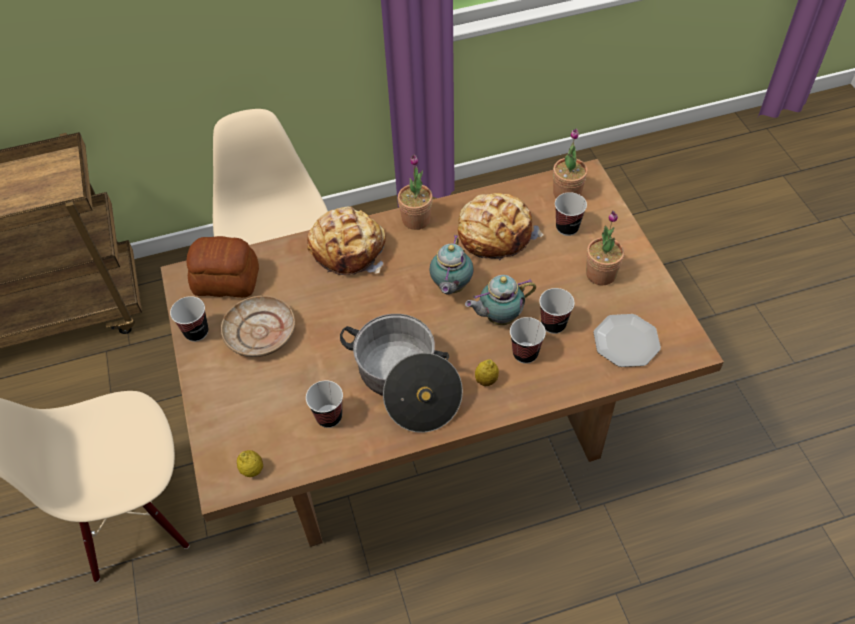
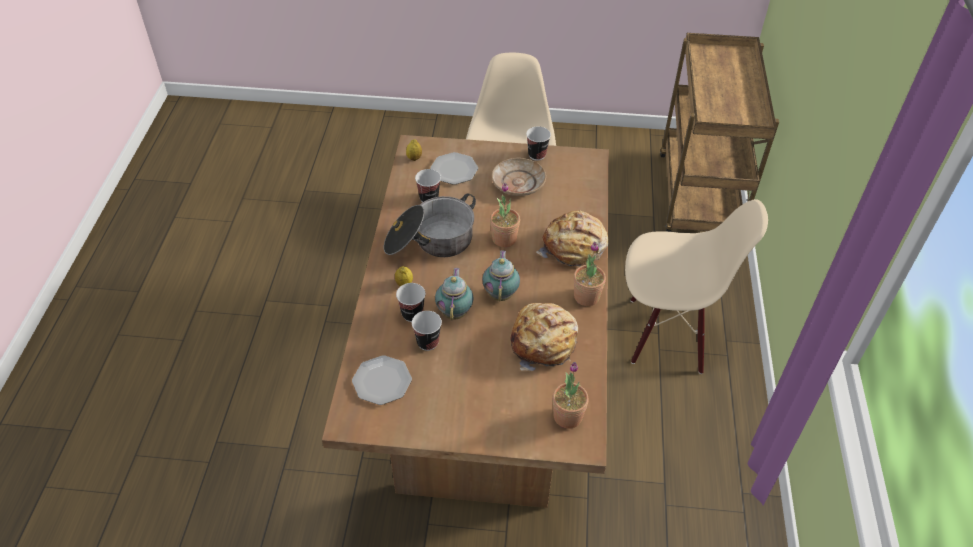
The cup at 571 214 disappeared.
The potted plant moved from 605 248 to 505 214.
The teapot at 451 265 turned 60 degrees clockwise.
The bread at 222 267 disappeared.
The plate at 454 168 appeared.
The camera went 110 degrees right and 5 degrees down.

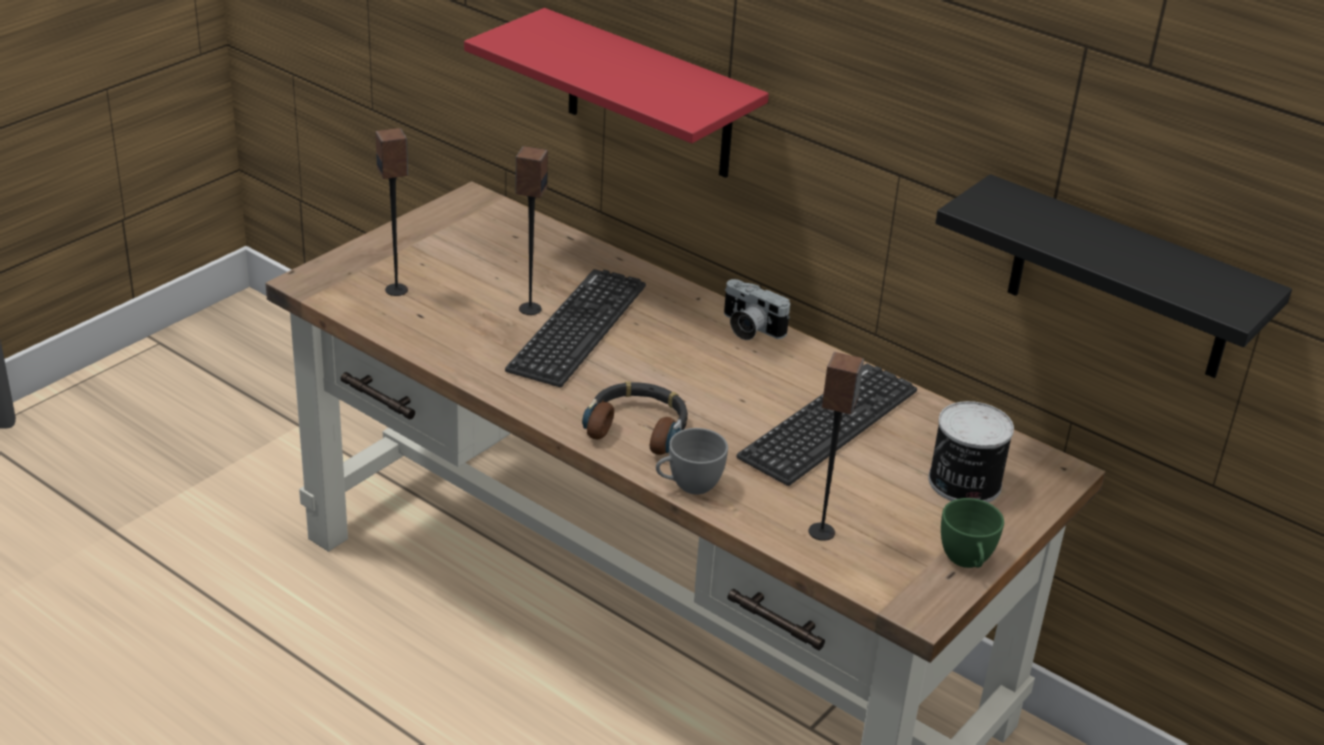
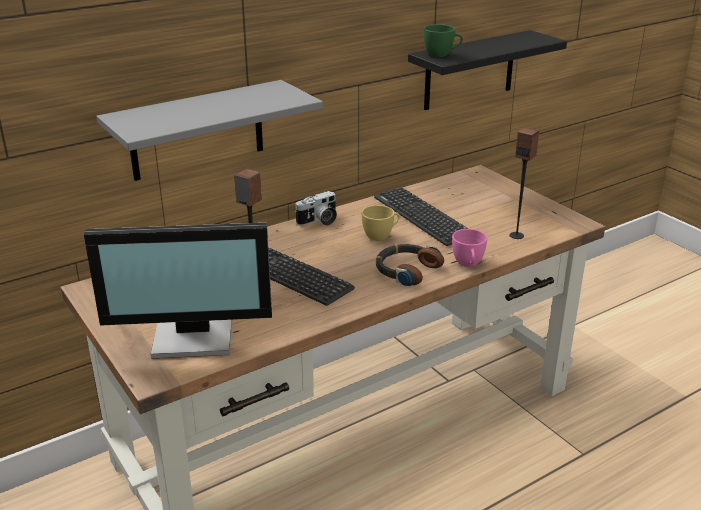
The shelf (red) at 616 93 became the shelf (grey) at 209 130.
The speaker at 391 212 was replaced by the monitor at 178 291.
The can at 971 452 disappeared.
The cup (grey) at 692 461 became the cup (pink) at 469 248.
The cup (green) moved from 972 533 to 443 40.
The cup (yellow) at 381 223 appeared.
The camera went 70 degrees left and 5 degrees down.

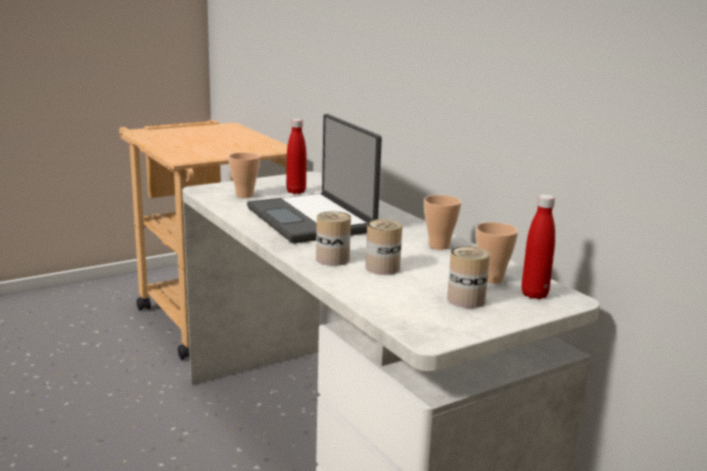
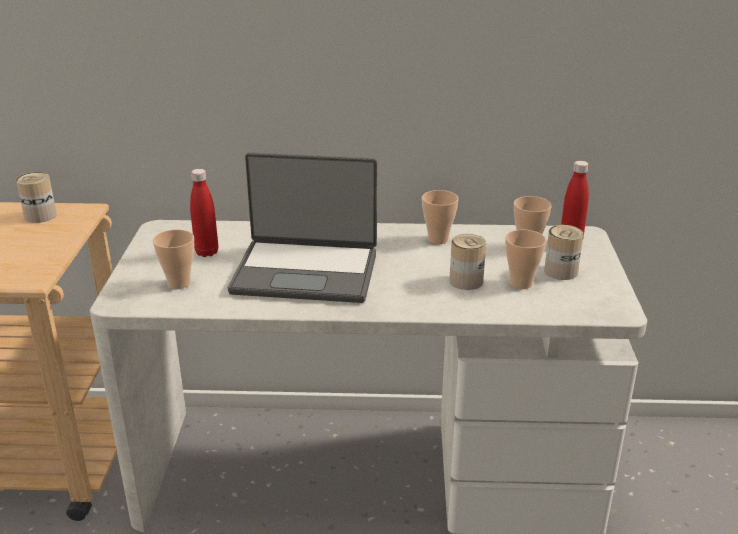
The can moved from 333 238 to 36 197.
The cup at 525 259 appeared.
The camera went 55 degrees left and 10 degrees up.

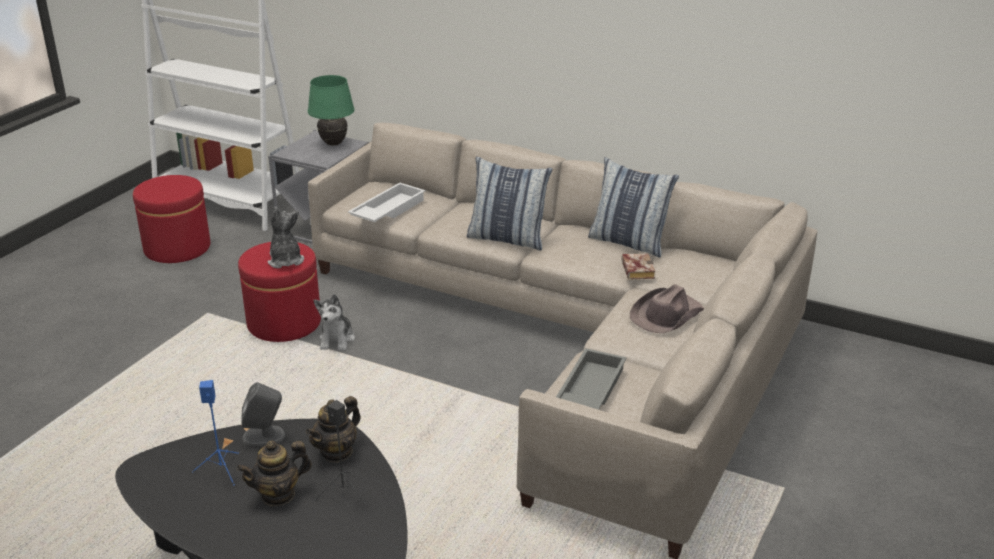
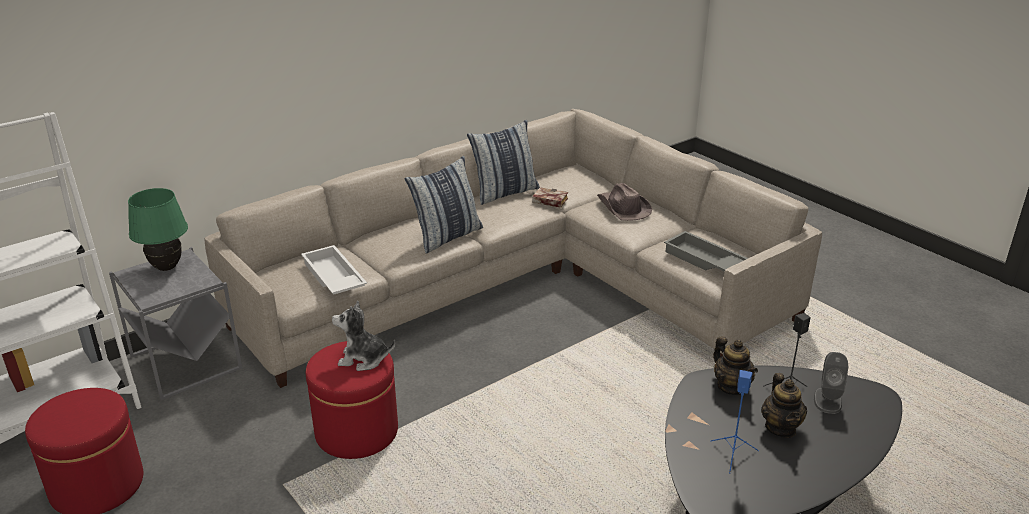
The plush toy at 334 322 disappeared.
The speaker (grey) moved from 263 414 to 831 383.
The camera went 65 degrees left and 0 degrees up.

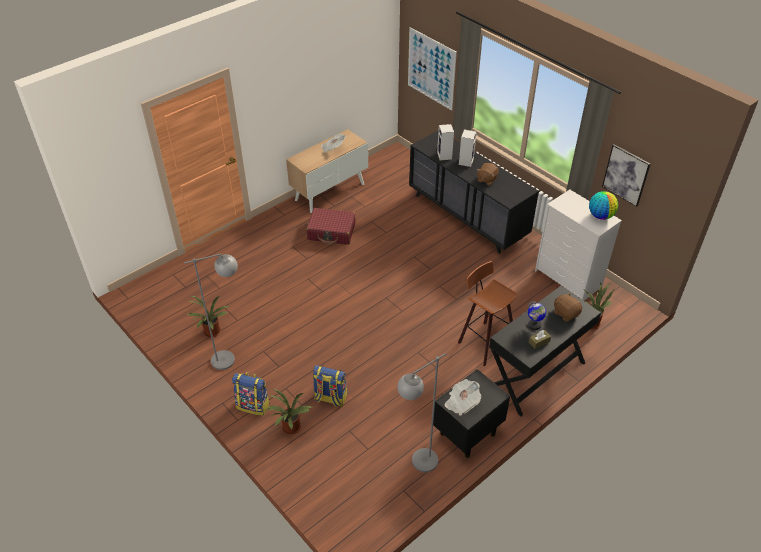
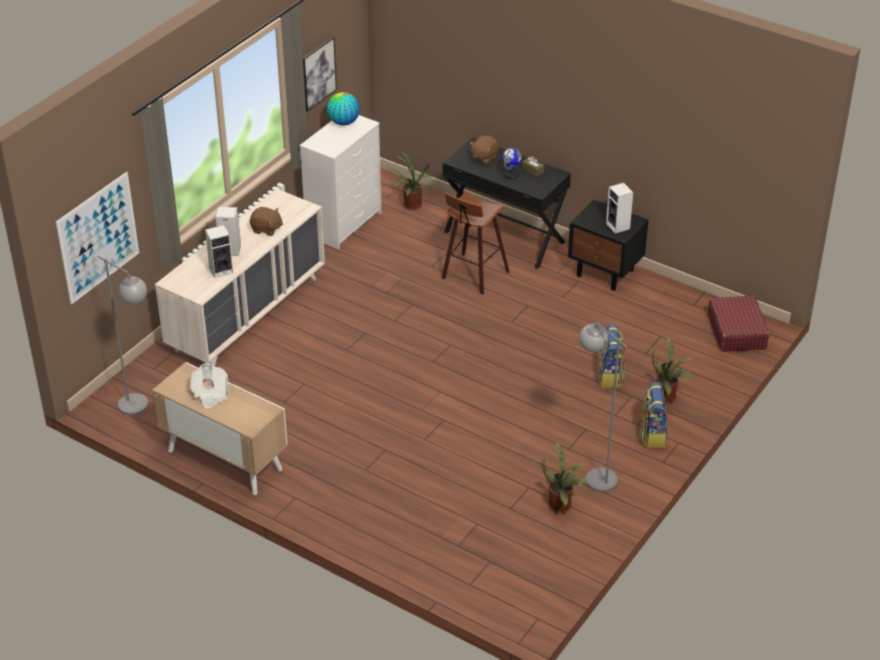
The dresser (black) at 474 192 became the dresser (beige) at 240 277.
The suitcase (red) moved from 330 226 to 739 323.
The floor lamp (grey) moved from 422 412 to 122 336.
The newspaper at 463 397 was replaced by the speaker at 619 208.
The camera went 105 degrees left and 5 degrees down.

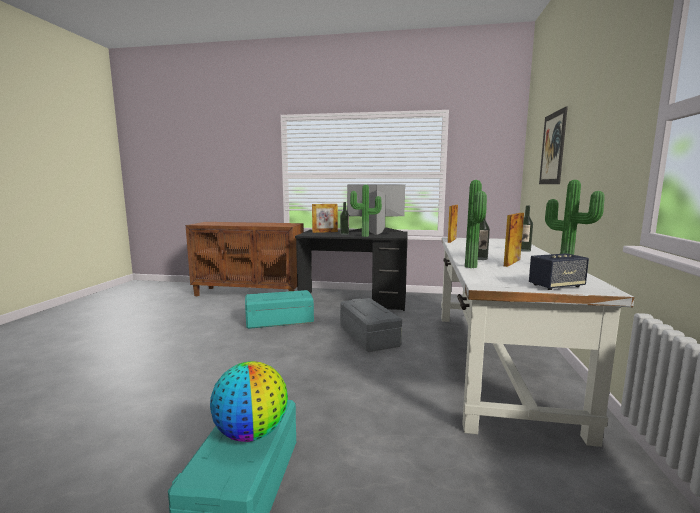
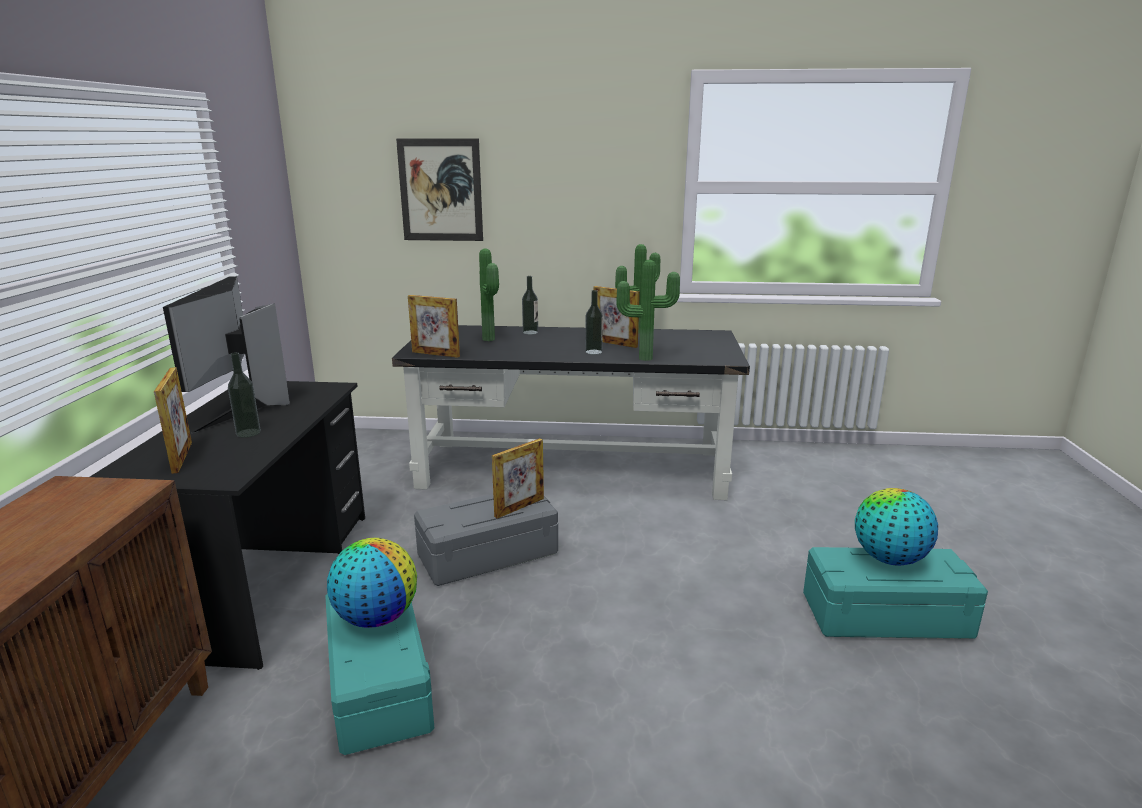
The potted plant moved from 366 211 to 489 294.
The desk (white) at 538 342 became the desk (black) at 571 412.
The speaker at 559 271 disappeared.
The picture frame at 518 478 appeared.
The globe at 372 583 appeared.
The camera went 95 degrees left and 10 degrees up.

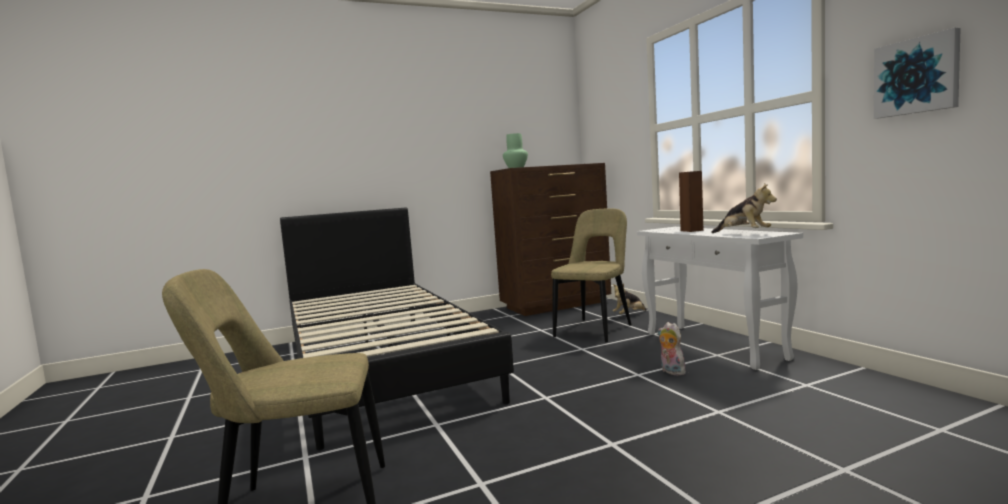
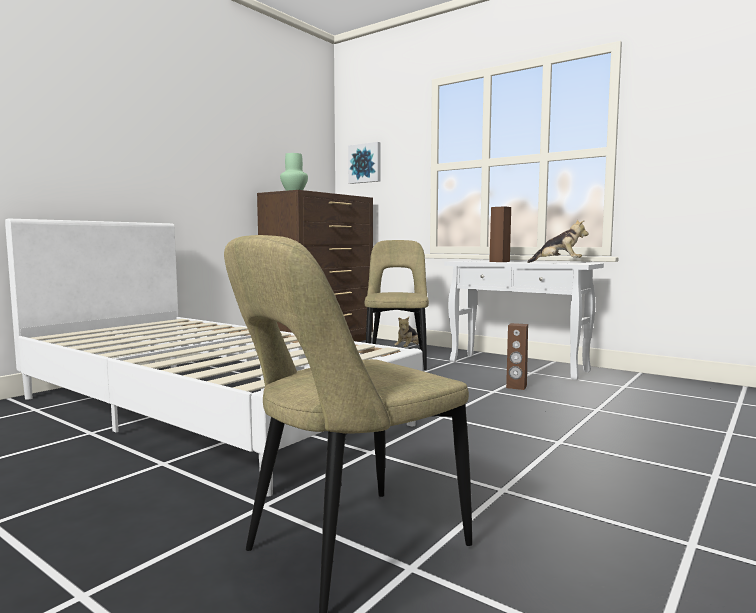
The picture moved from 917 73 to 364 163.
The bed (black) at 397 328 became the bed (white) at 214 357.
The plush toy at 672 348 was replaced by the speaker (brown) at 517 356.
The camera went 30 degrees left and 0 degrees up.

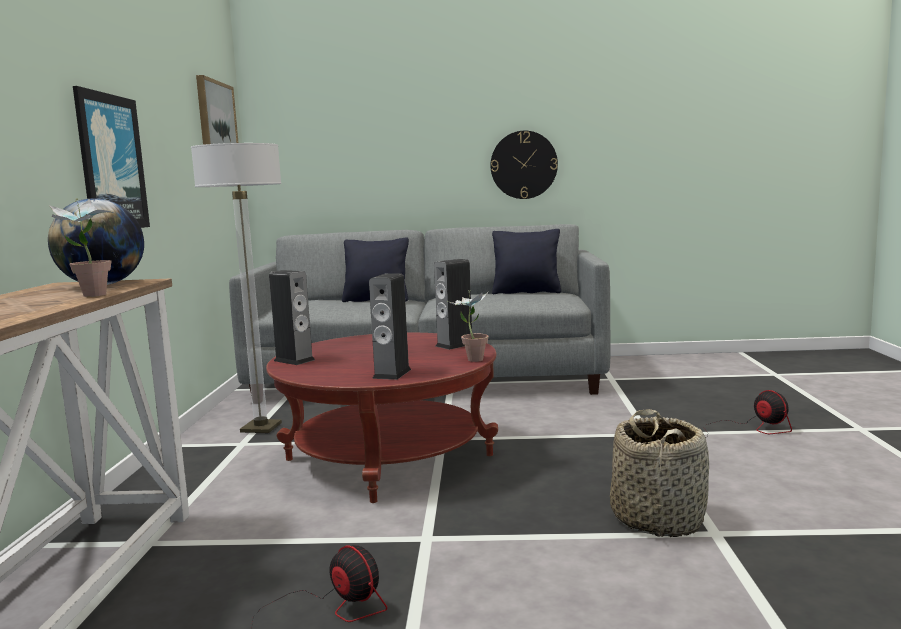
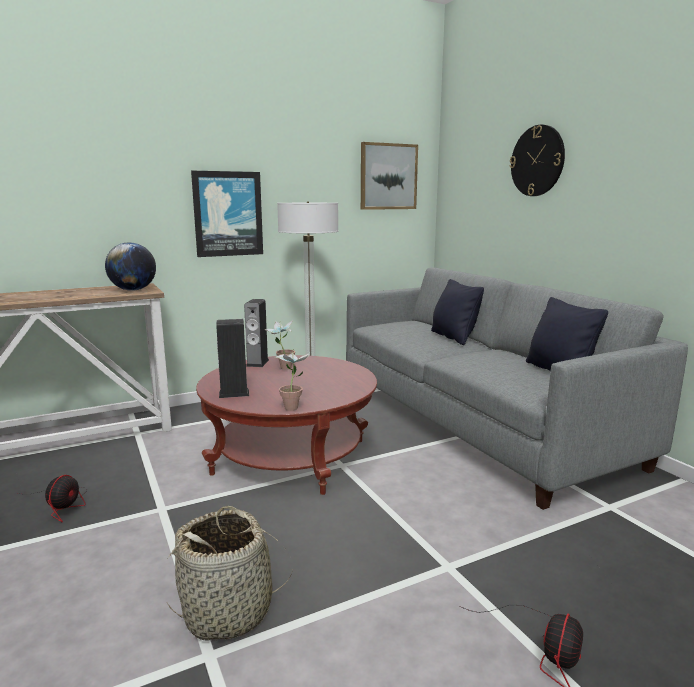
The wall clock moved from 524 165 to 537 160.
The potted plant moved from 81 247 to 279 345.
The speaker at 453 304 disappeared.
The camera went 60 degrees right and 5 degrees up.

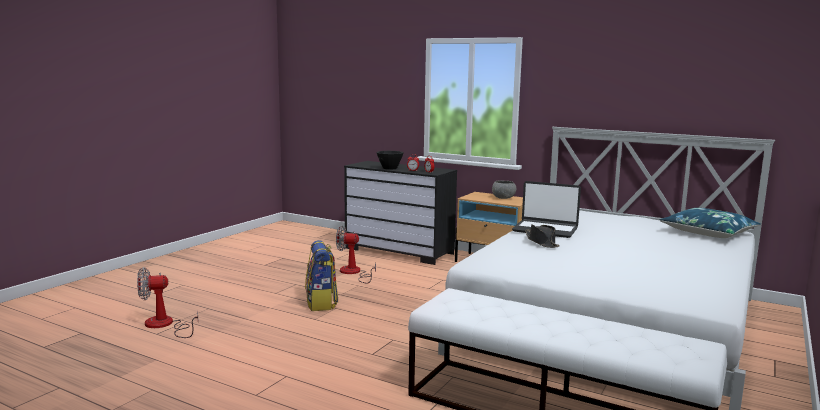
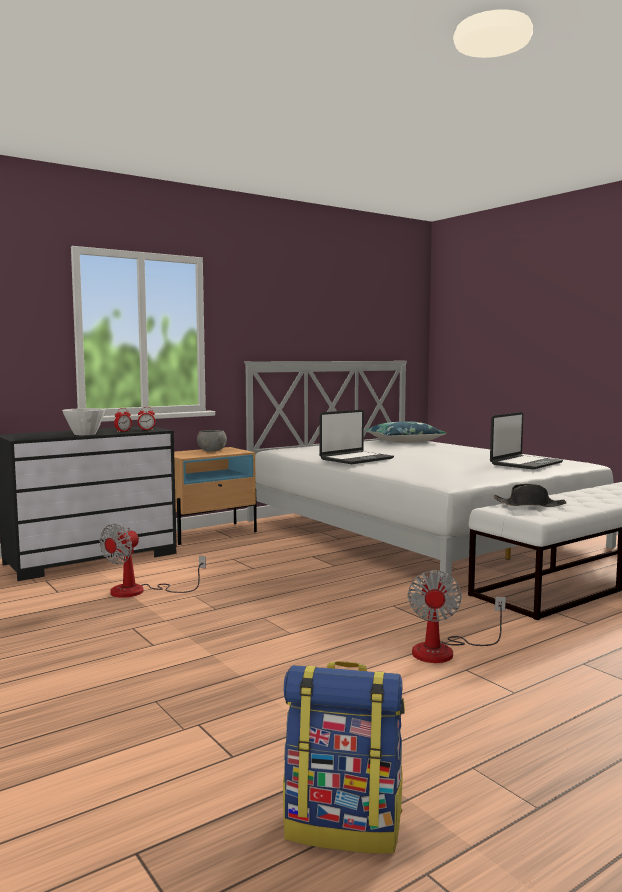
The bowl (black) at 390 160 became the bowl (white) at 84 421.
The hat (black) moved from 542 236 to 530 495.
The backpack moved from 321 275 to 344 757.
The fan moved from 167 302 to 457 616.
The laptop at 526 441 appeared.
The camera went 65 degrees left and 5 degrees down.

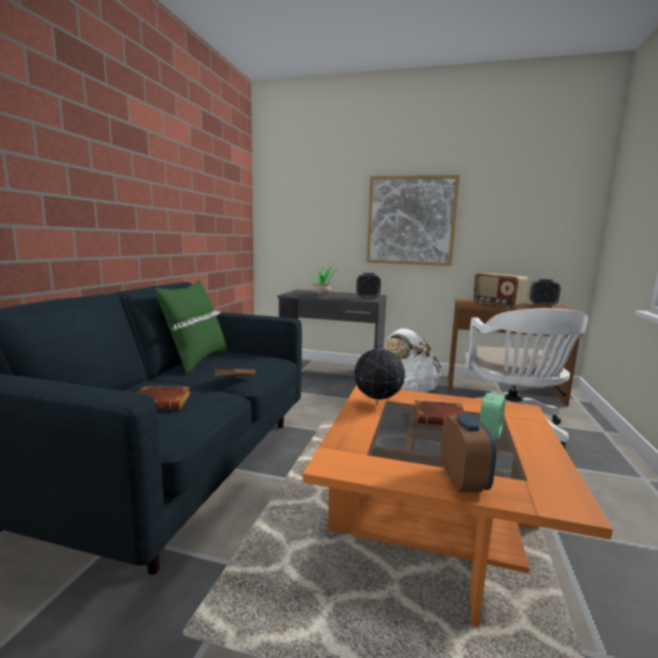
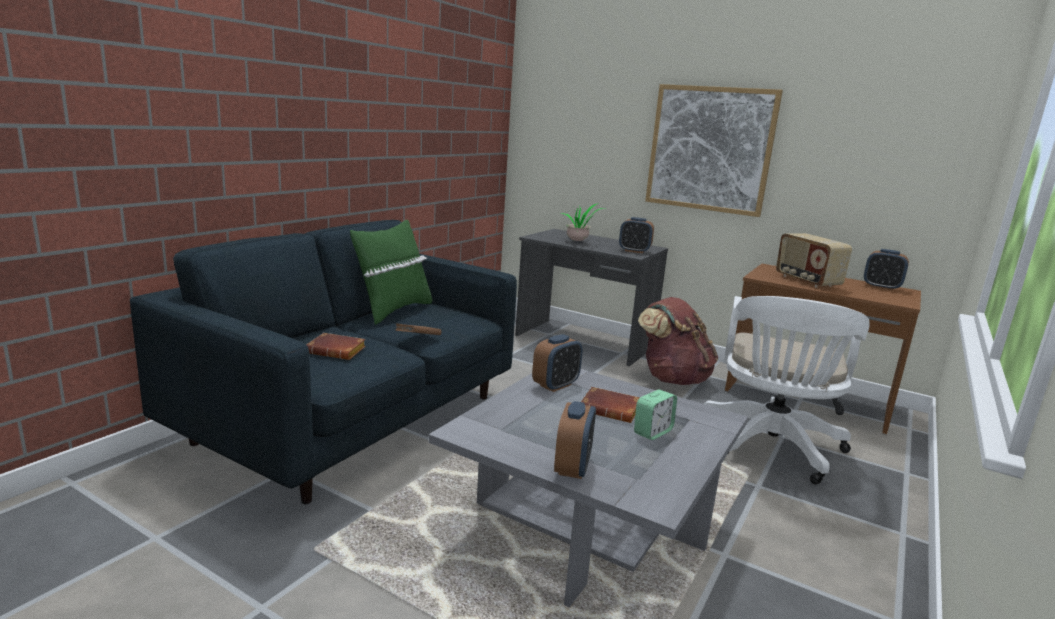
The backpack (white) at 413 360 became the backpack (brown) at 678 341.
The globe at 379 374 was replaced by the alarm clock at 557 363.
The coffee table (orange) at 458 506 became the coffee table (grey) at 588 488.
The camera went 15 degrees right and 5 degrees up.

